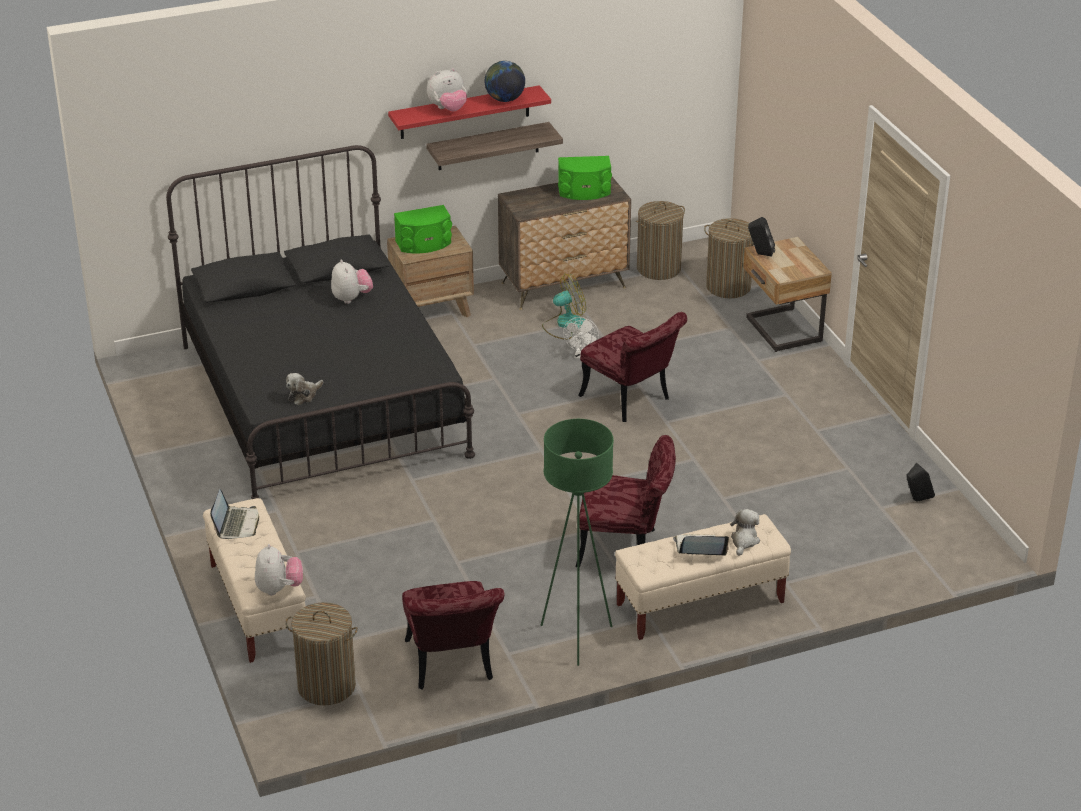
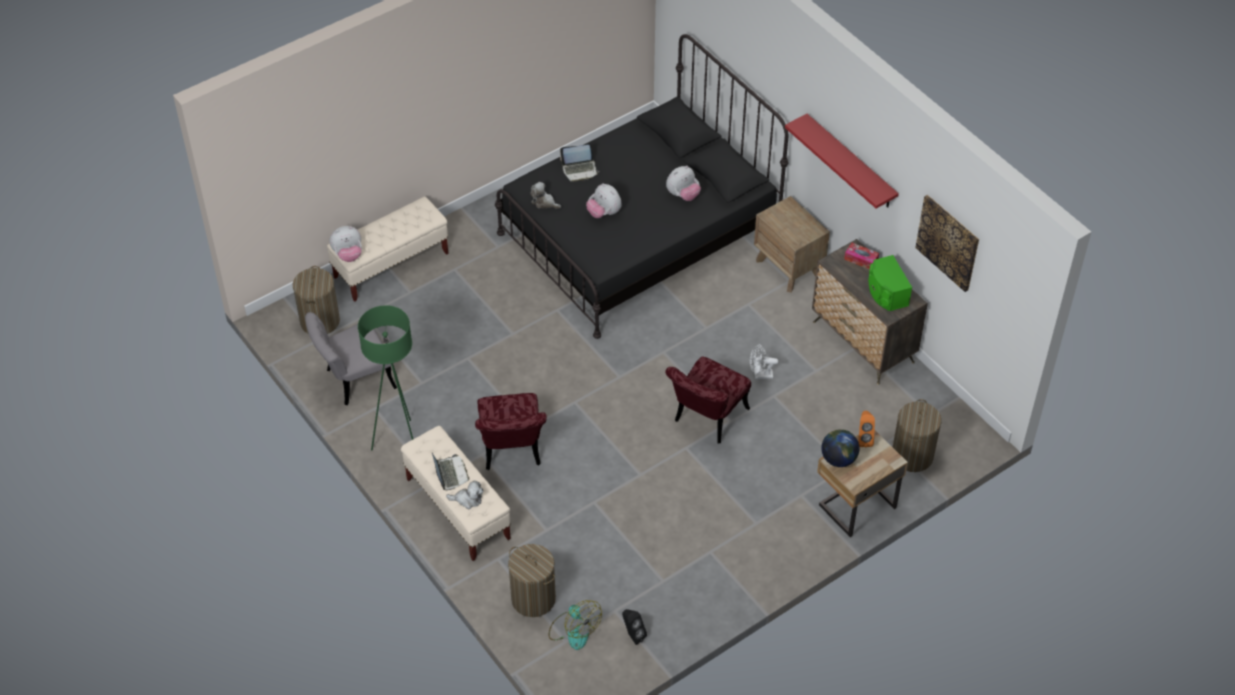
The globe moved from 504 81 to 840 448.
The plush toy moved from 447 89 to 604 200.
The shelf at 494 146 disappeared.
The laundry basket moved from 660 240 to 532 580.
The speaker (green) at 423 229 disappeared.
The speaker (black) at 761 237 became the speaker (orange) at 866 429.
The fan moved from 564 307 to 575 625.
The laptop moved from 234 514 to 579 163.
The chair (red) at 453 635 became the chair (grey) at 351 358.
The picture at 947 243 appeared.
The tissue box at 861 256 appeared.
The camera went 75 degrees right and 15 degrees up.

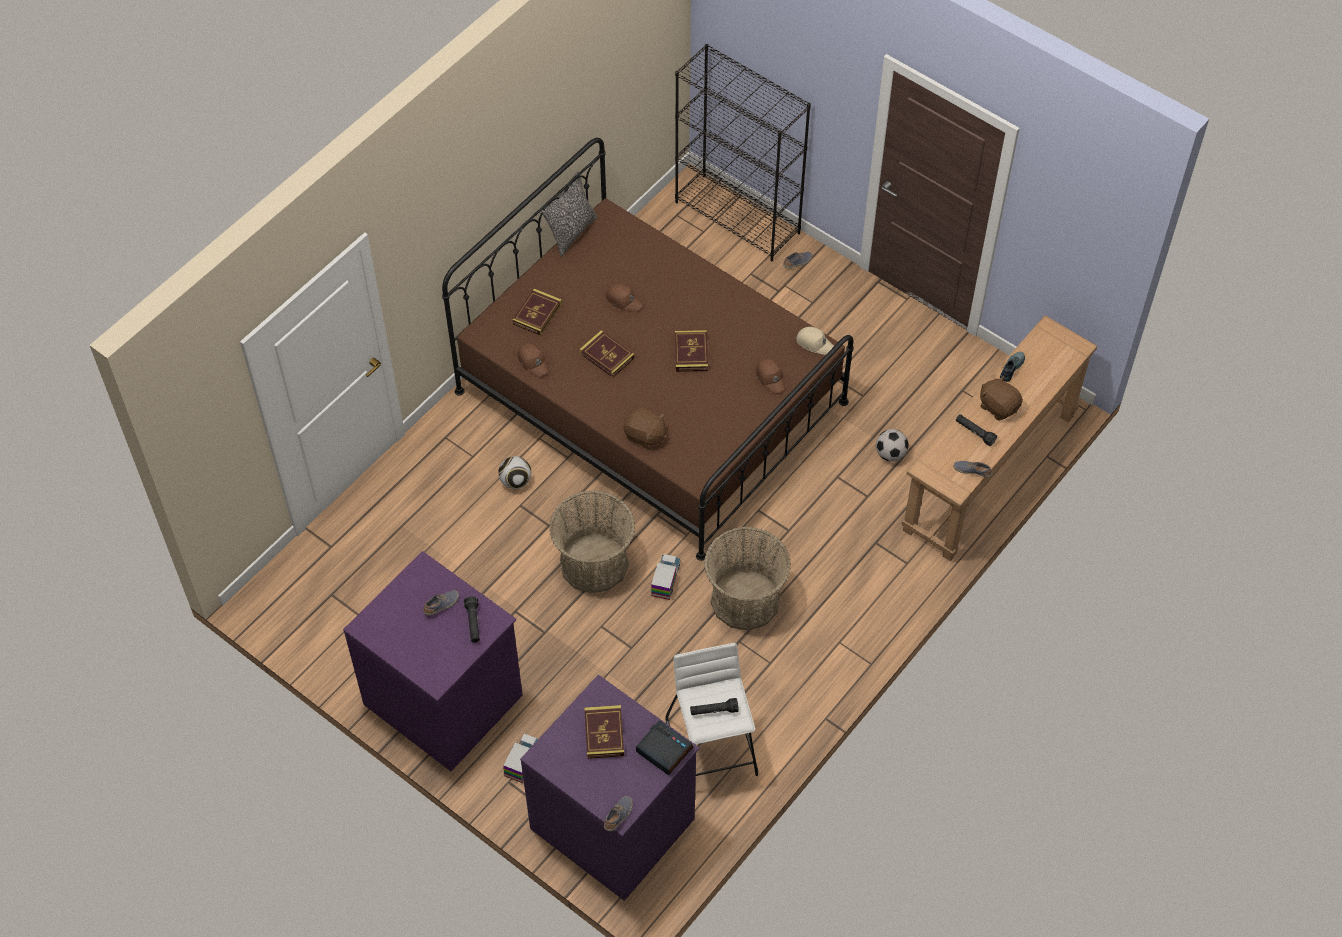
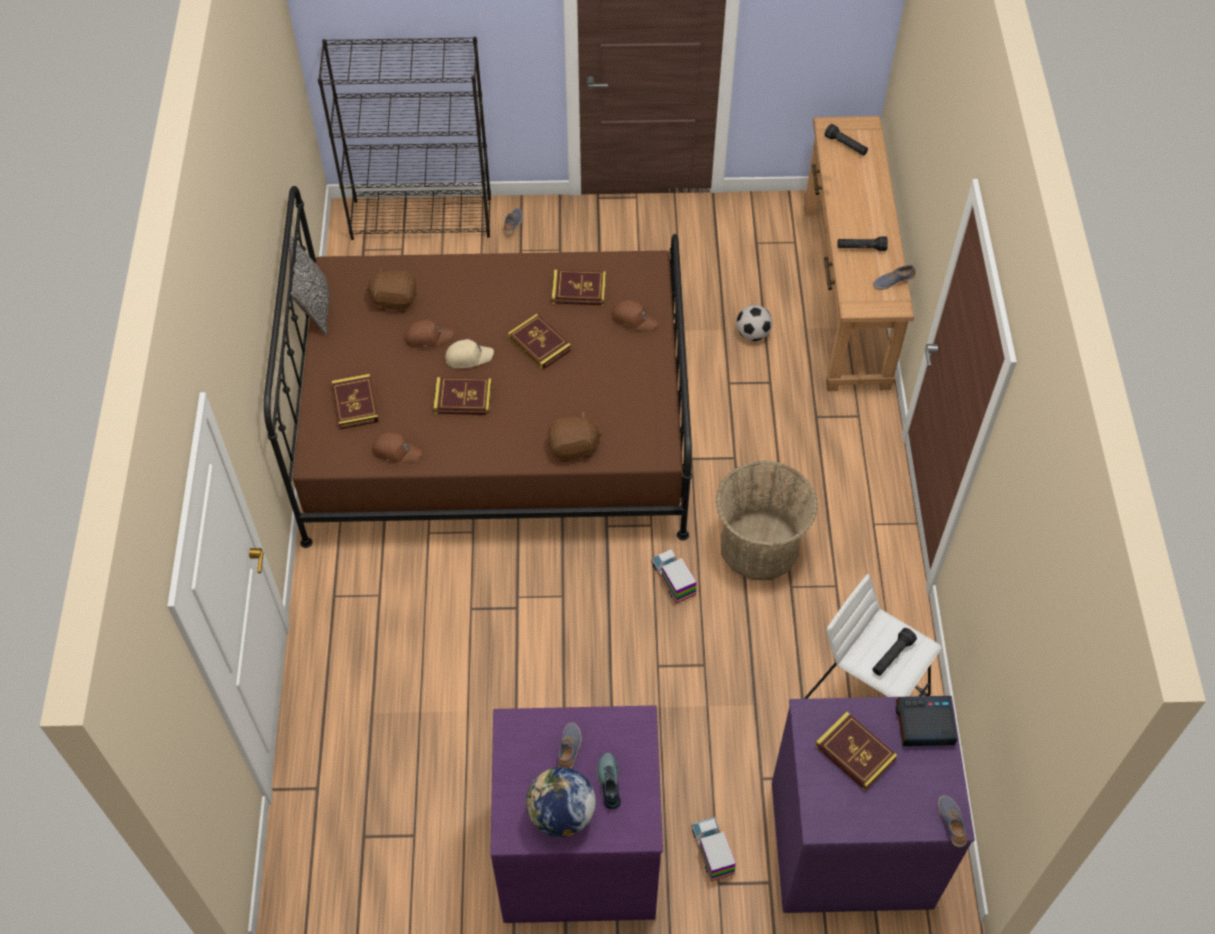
The cap (beige) moved from 815 341 to 470 353.
The shoe moved from 1012 367 to 608 781.
The plush toy (brown) moved from 1001 398 to 391 289.
The football at 514 472 disappeared.
The basket at 592 541 disappeared.
The flashlight (black) moved from 472 619 to 846 140.
The book at 579 288 appeared.
The globe at 561 802 appeared.
The camera went 40 degrees left and 0 degrees up.

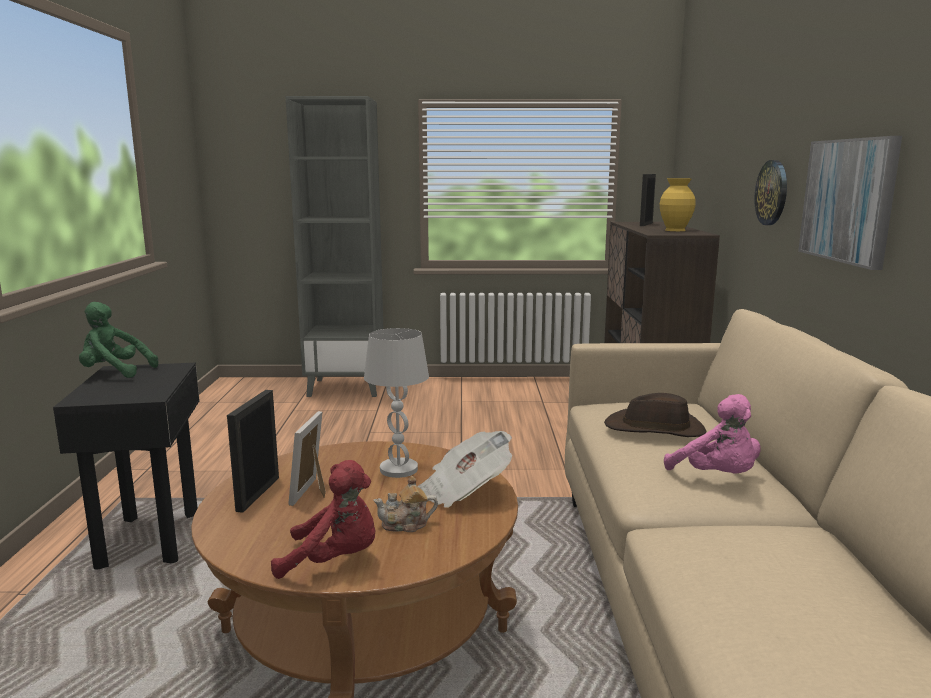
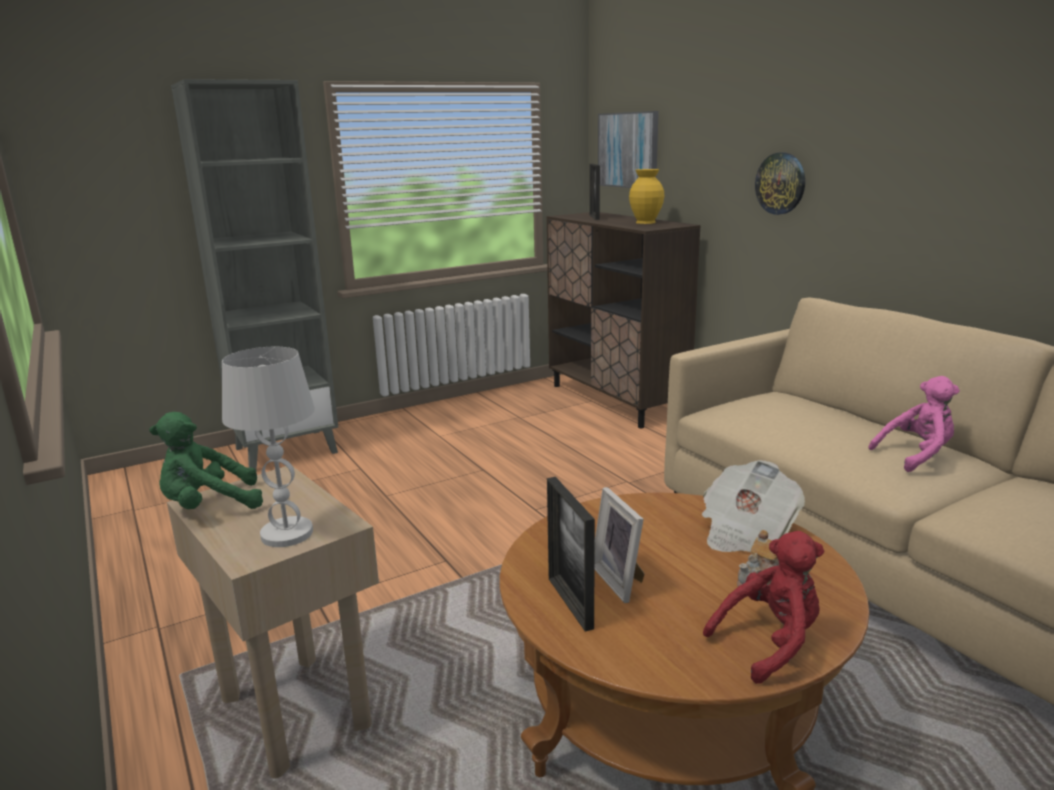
The picture moved from 850 203 to 628 149.
The table lamp (white) moved from 396 403 to 268 447.
The side table (black) at 126 466 became the side table (beige) at 273 622.
The hat (brown) at 655 415 disappeared.
The plush toy (pink) at 712 433 turned 45 degrees counterclockwise.
The camera went 30 degrees left and 5 degrees up.

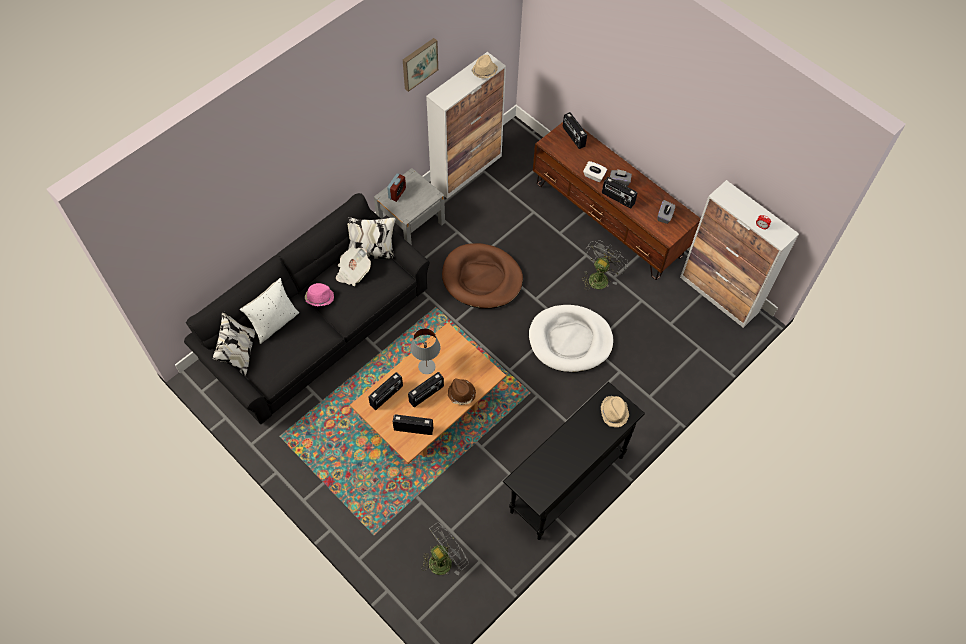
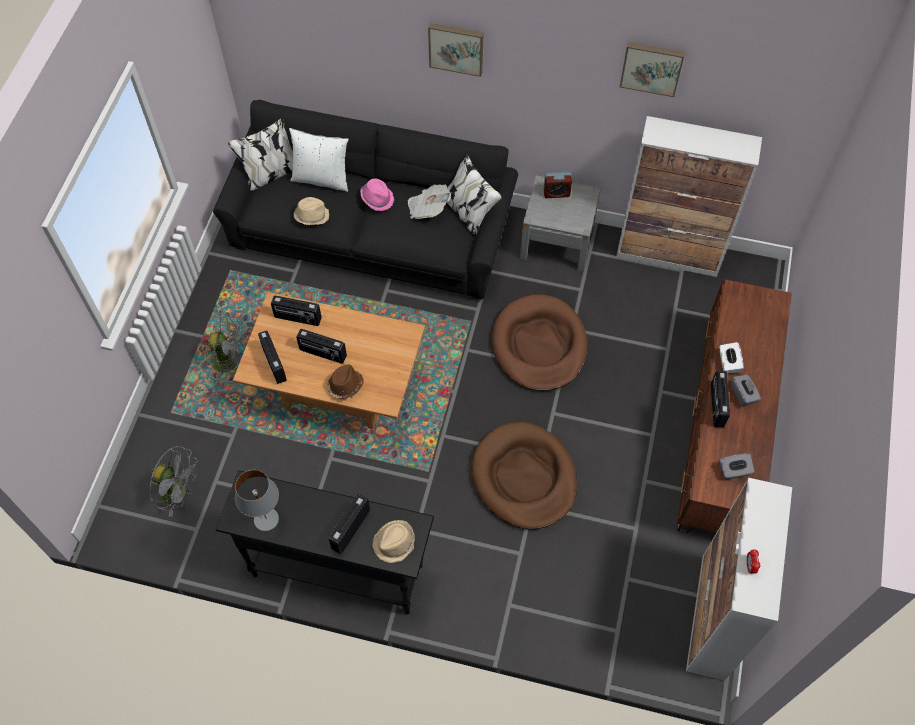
The hat (beige) moved from 484 66 to 311 211.
The radio moved from 575 130 to 349 524.
The fan (grey) moved from 605 265 to 225 342.
The dog bed (white) at 571 338 became the dog bed (brown) at 524 475.
The table lamp (grey) moved from 425 351 to 257 500.
The picture at 455 50 appeared.
The camera went 60 degrees right and 0 degrees up.

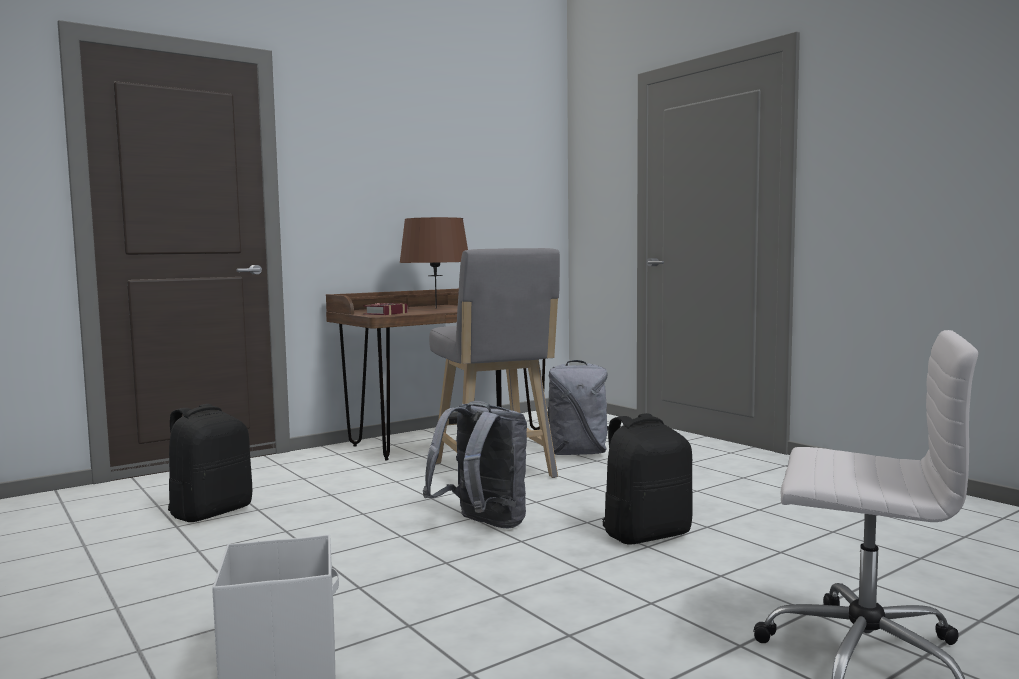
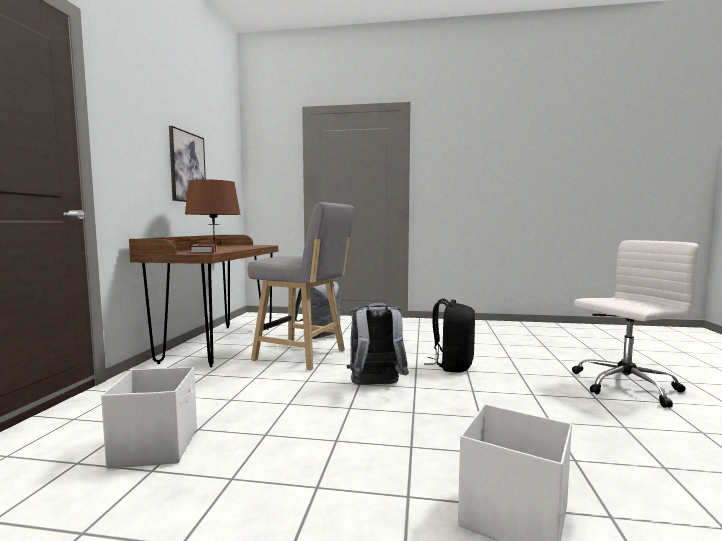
The backpack (black) at 210 463 was replaced by the storage box (white) at 149 418.
The picture at 187 164 appeared.
The camera went 45 degrees left and 0 degrees up.

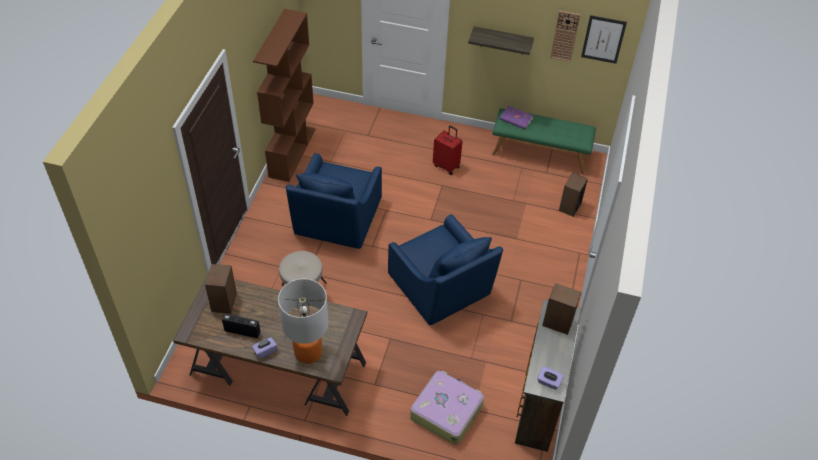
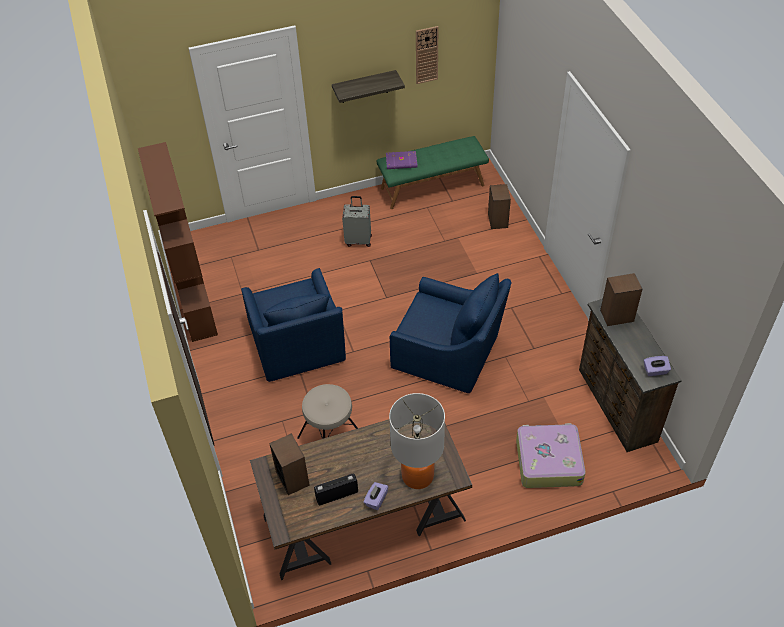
The picture at 604 39 disappeared.
The suitcase (red) at 447 150 became the suitcase (grey) at 357 221.
The camera went 30 degrees left and 0 degrees up.

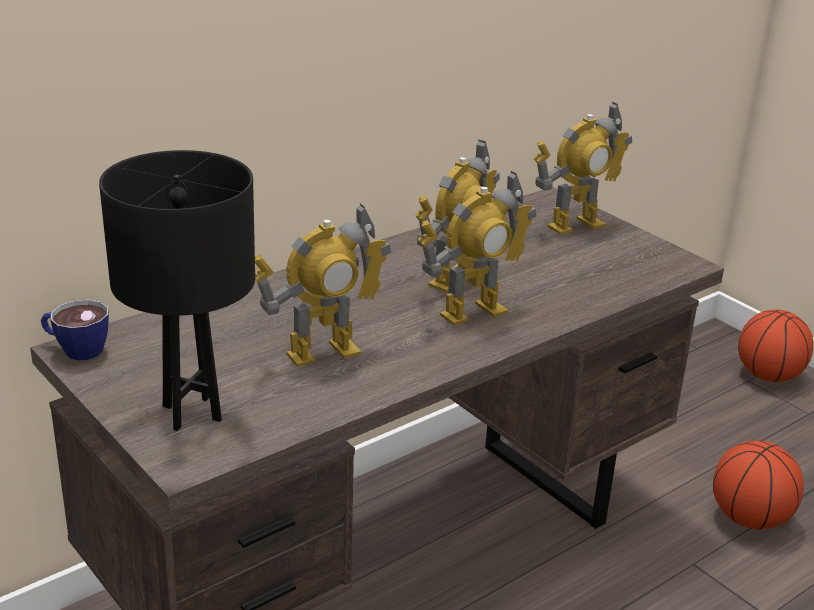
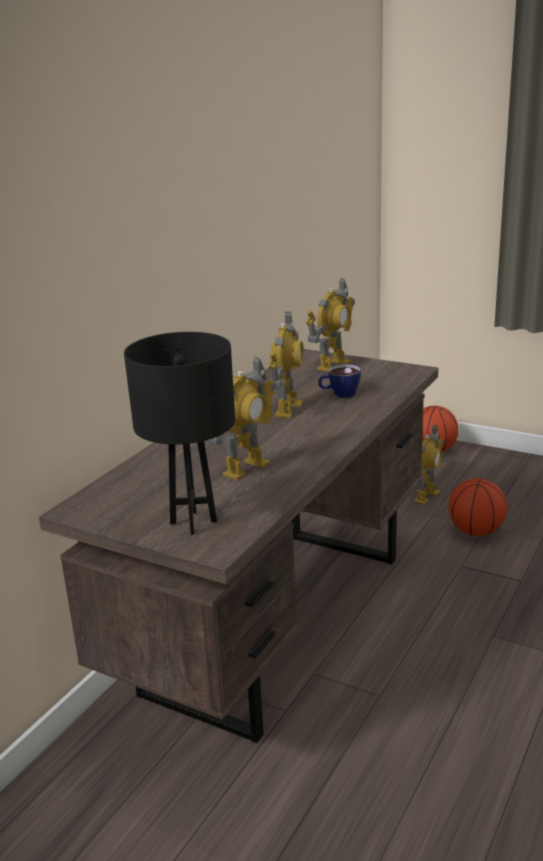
The toy robot moved from 477 248 to 428 464.
The cup moved from 75 329 to 339 381.
The camera went 20 degrees left and 5 degrees down.

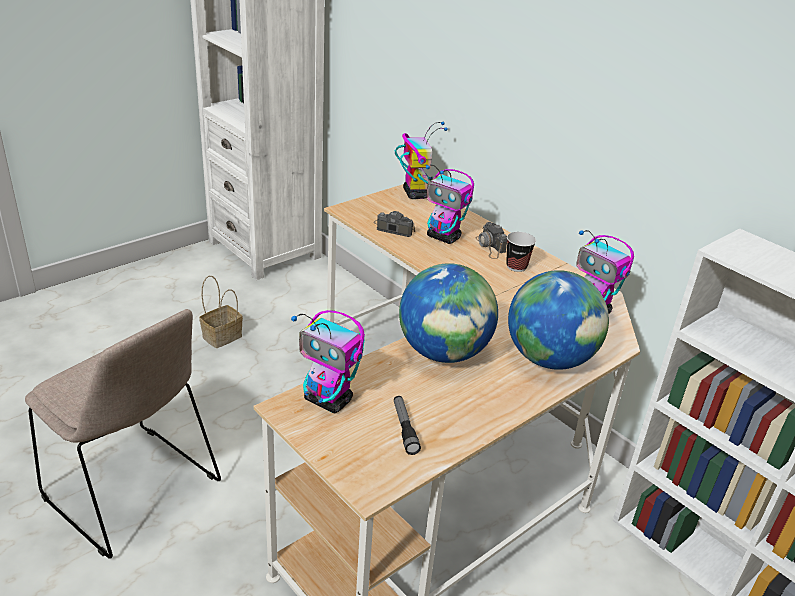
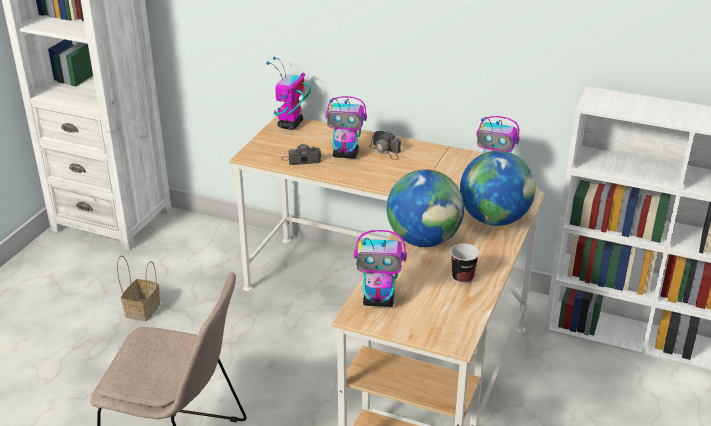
The toy robot at 421 160 turned 120 degrees counterclockwise.
The cup moved from 521 252 to 465 263.
The flashlight at 407 425 disappeared.
The camera went 25 degrees left and 0 degrees up.

